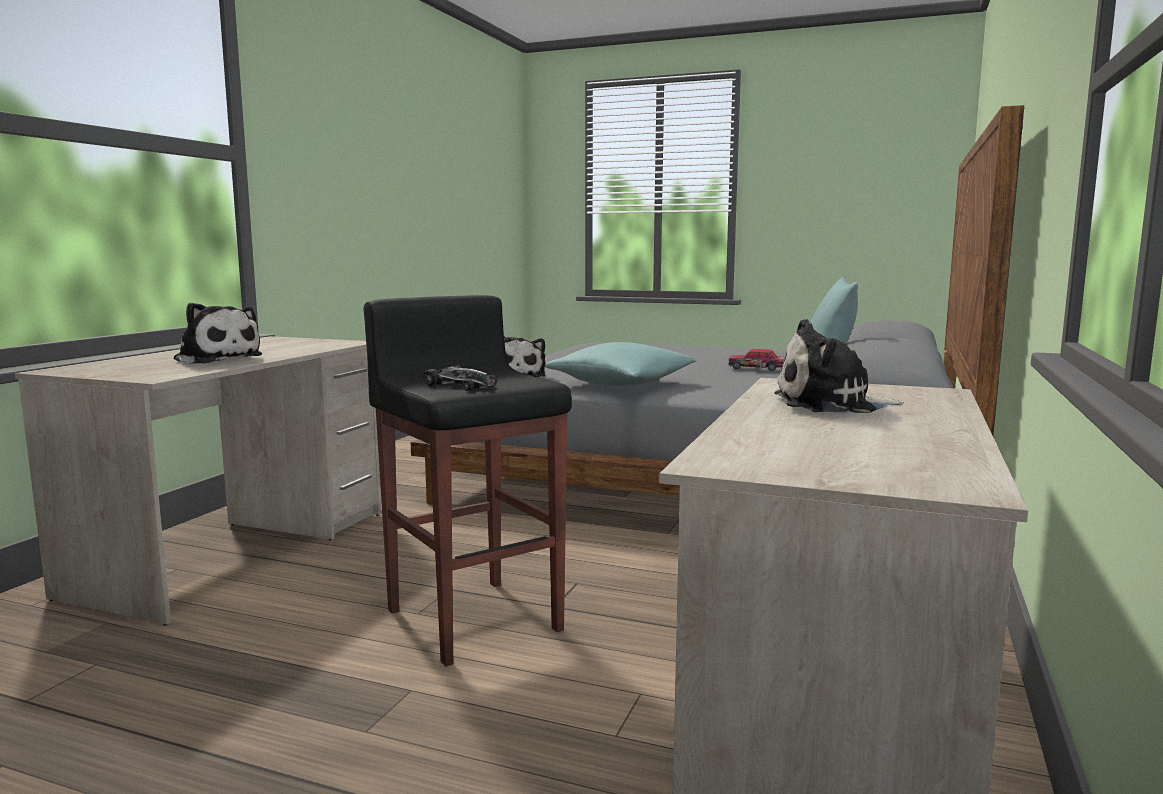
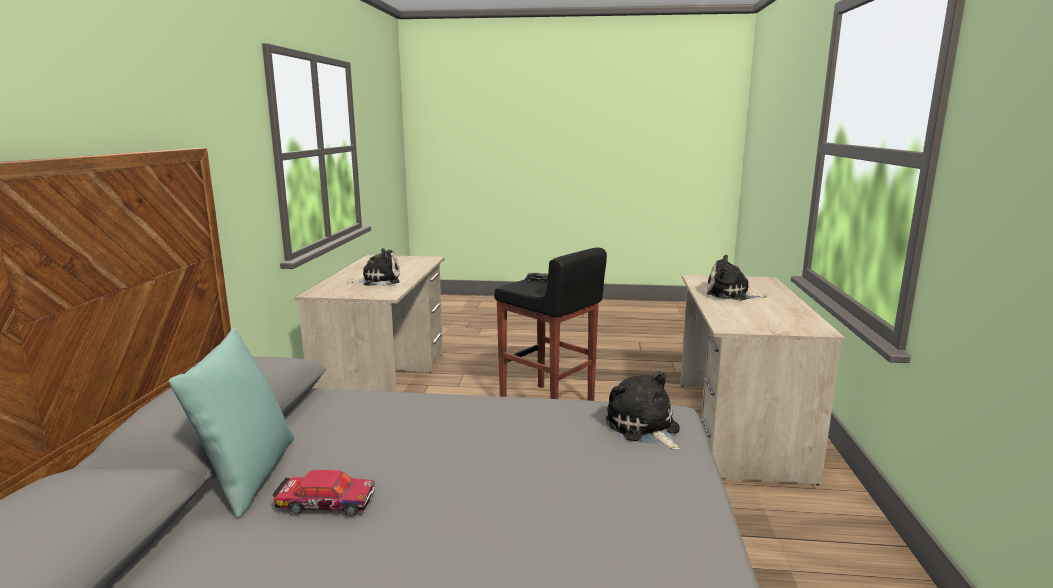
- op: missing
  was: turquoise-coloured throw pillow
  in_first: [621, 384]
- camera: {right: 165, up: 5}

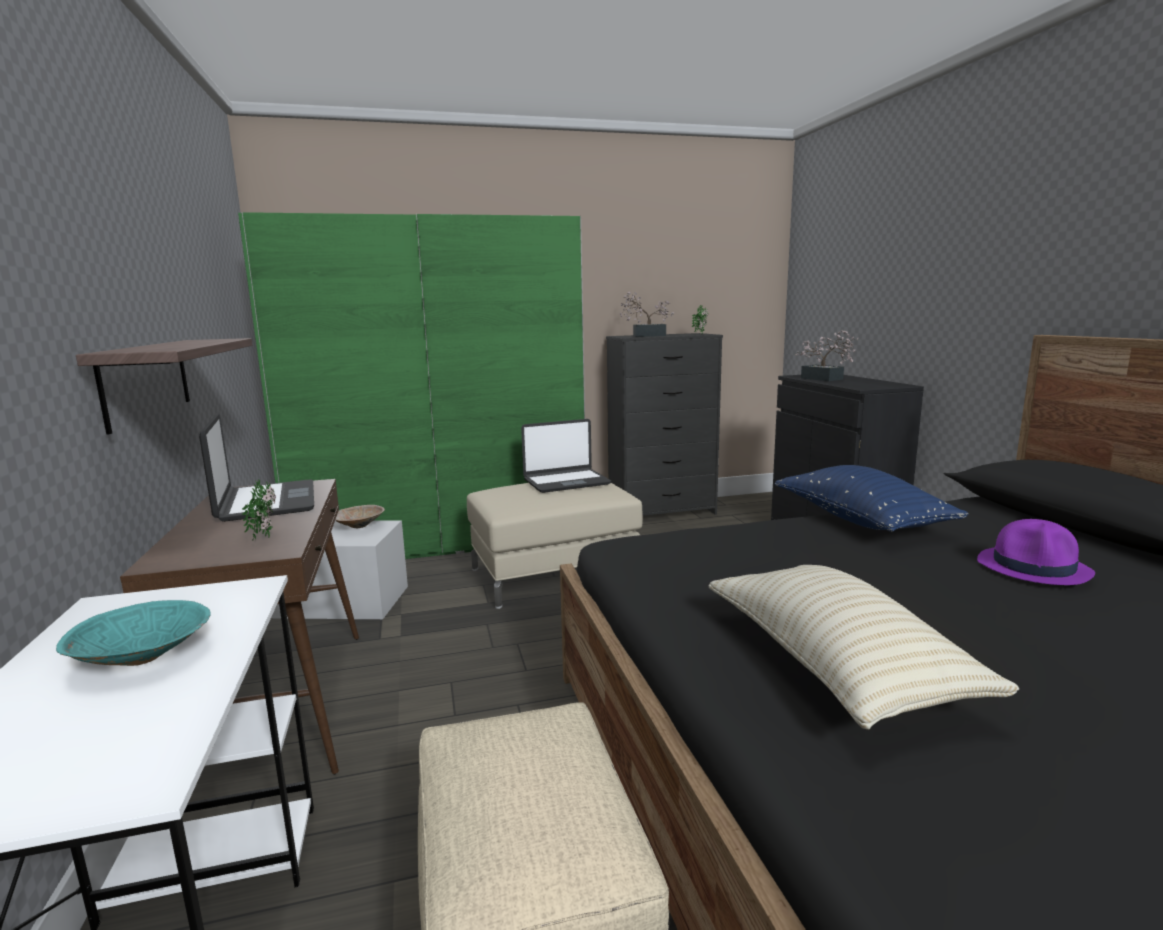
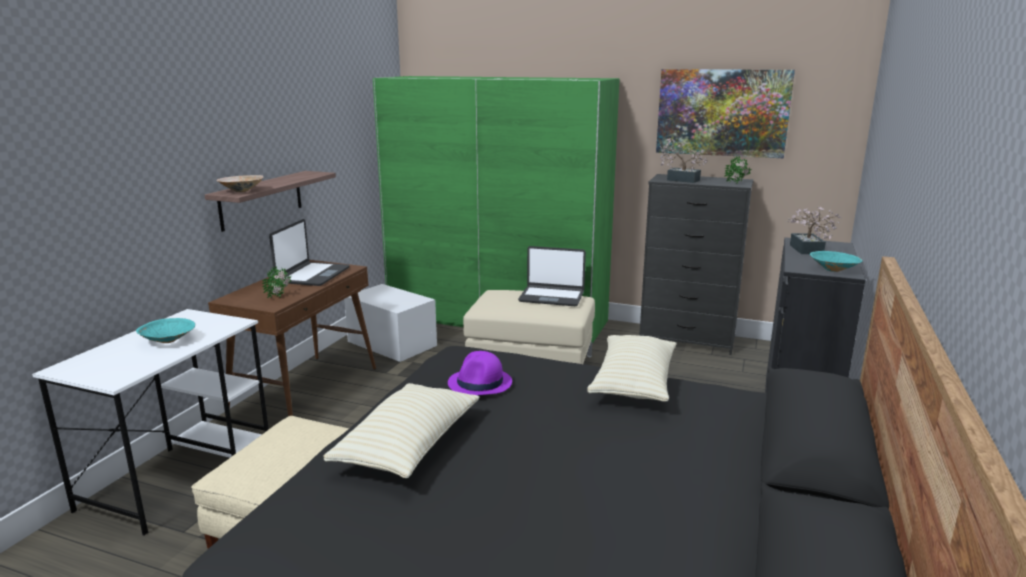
- op: relocated
  was: beige deep dish
  in_first: [358, 526]
  in_second: [241, 191]
- op: colour
  was: bluish throw pillow
  now: beige throw pillow
  in_first: [860, 521]
  in_second: [633, 383]
- op: relocated
  was: purple hat
  in_first: [1034, 567]
  in_second: [480, 383]
- op: appeared
  now: wall art
  in_second: [722, 112]
- op: appeared
  now: turquoise-coloured deep dish
  in_second: [834, 270]
- camera: {right: 35, up: 5}

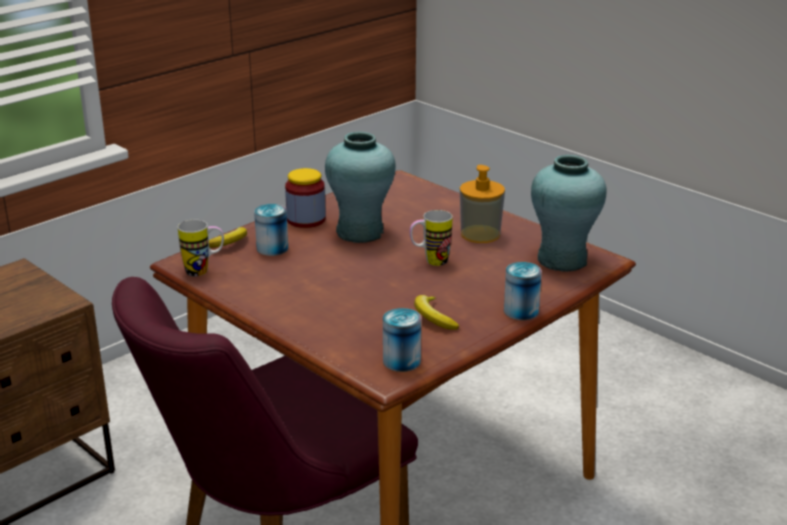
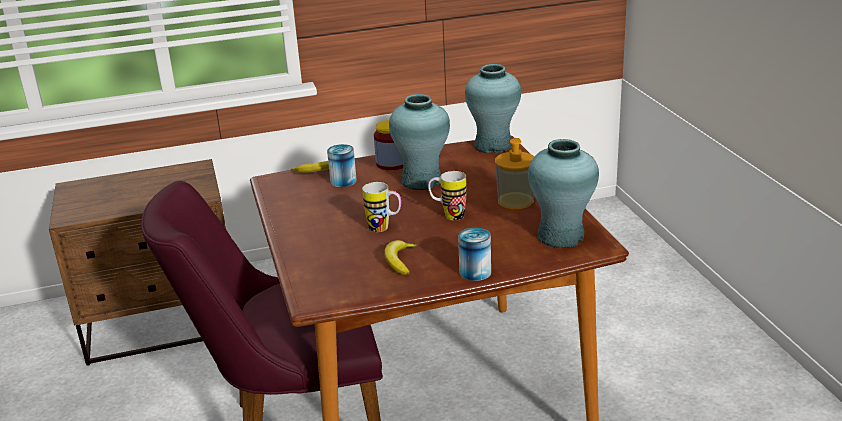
- op: relocated
  was: tea mug
  in_first: [204, 271]
  in_second: [384, 228]
- op: missing
  was: can
  in_first: [401, 361]
- op: appeared
  now: turquoise-coloured vase
  in_second: [493, 145]
- camera: {right: 30, up: 0}

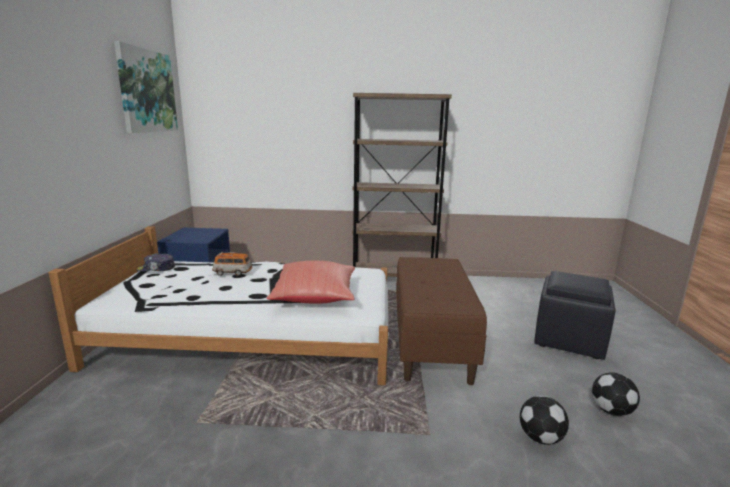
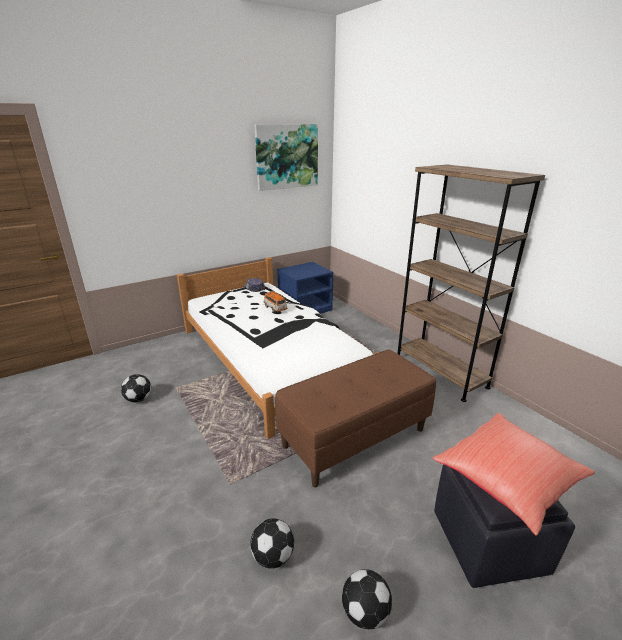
- op: relocated
  was: red throw pillow
  in_first: [315, 297]
  in_second: [508, 481]
- op: appeared
  now: football ball
  in_second: [138, 399]
- camera: {right: 55, up: 10}

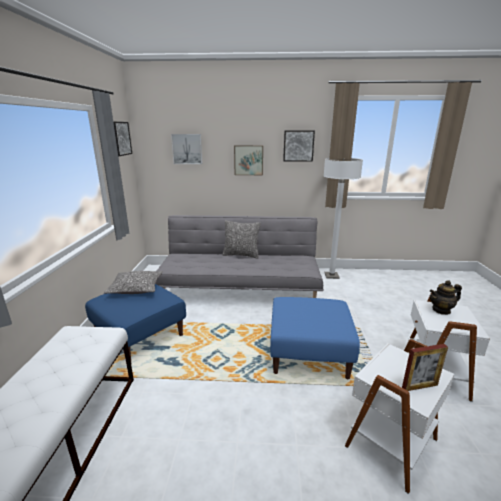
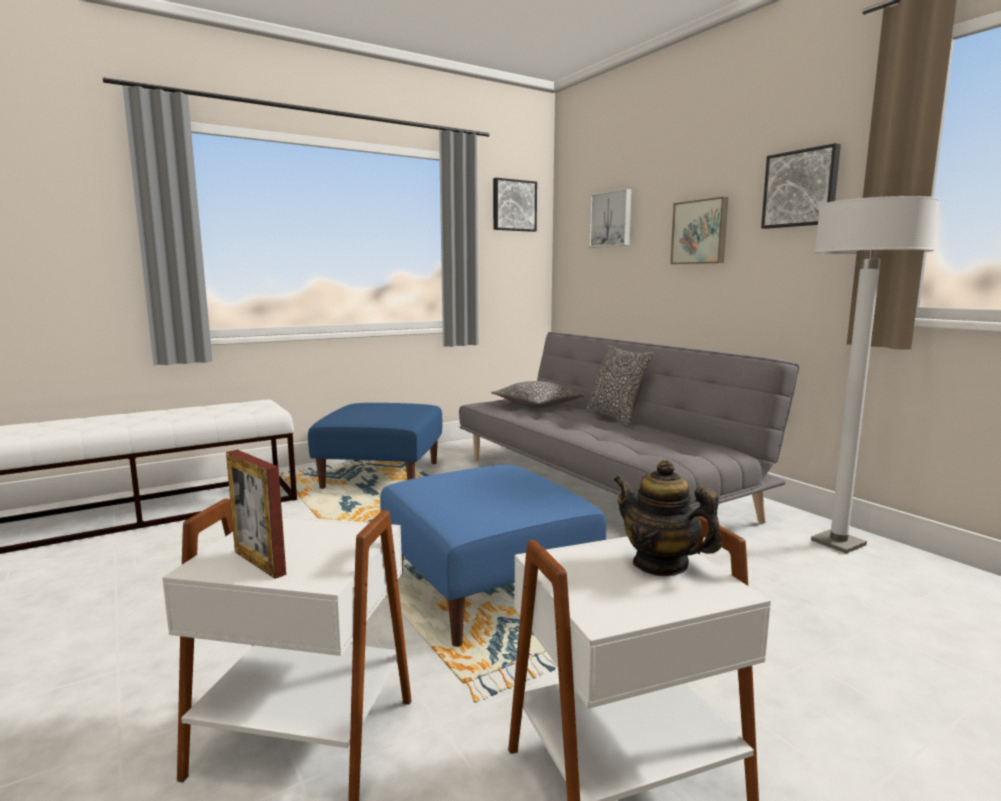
- op: relocated
  was: throw pillow
  in_first: [136, 288]
  in_second: [538, 405]
- camera: {right: 55, up: -10}

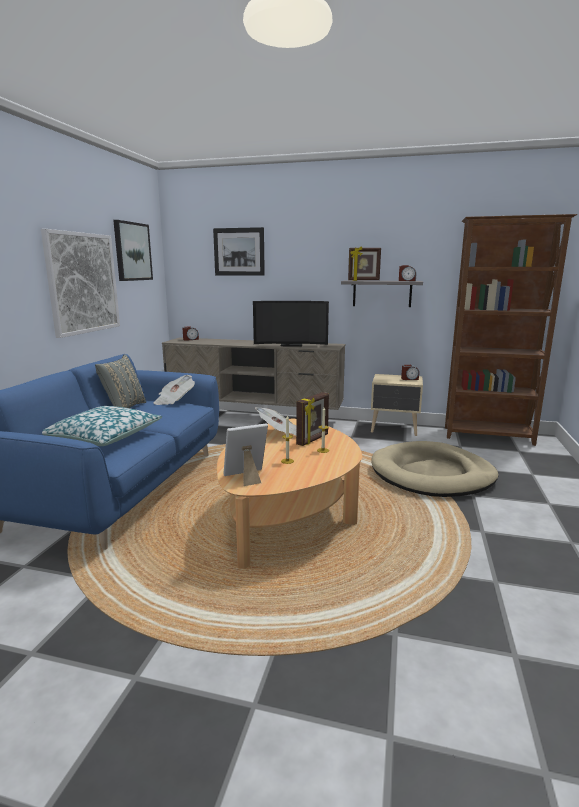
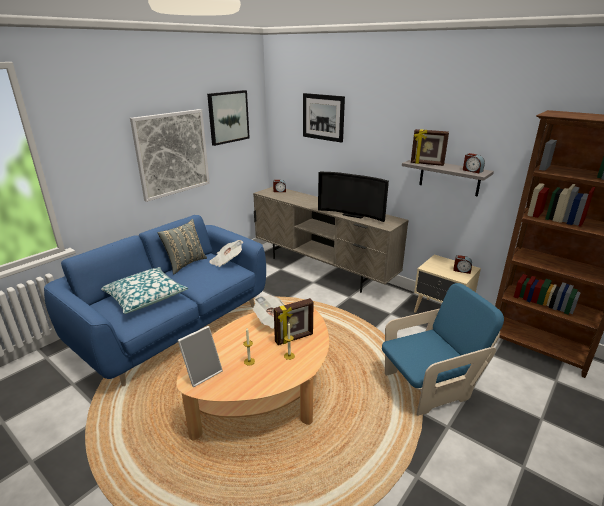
- op: spun
  was: photo frame
  in_first: [246, 477]
  in_second: [202, 373]
  clockwise: 135
- op: exchanged
  was: beige pet bed
  now: bluish lounge chair
  in_first: [432, 474]
  in_second: [429, 385]
- camera: {right: 25, up: 10}

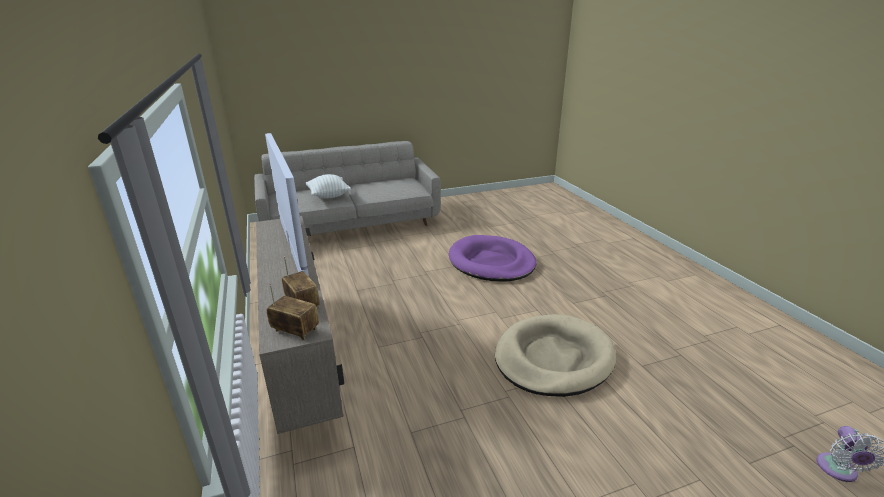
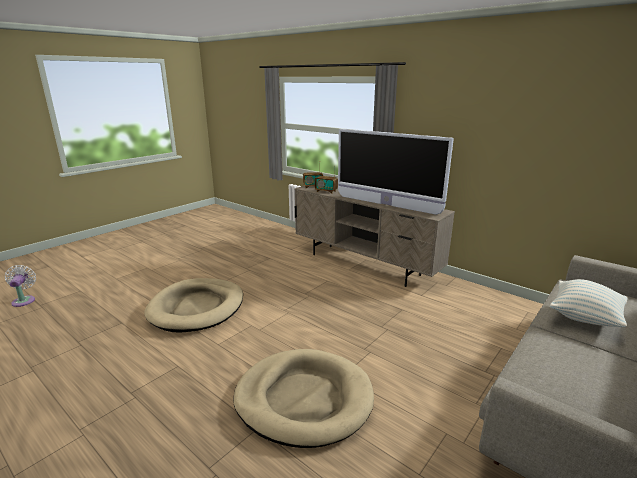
- op: colour
  was: purple pet bed
  now: beige pet bed
  in_first: [491, 262]
  in_second: [304, 399]
- camera: {right: 150, up: -5}

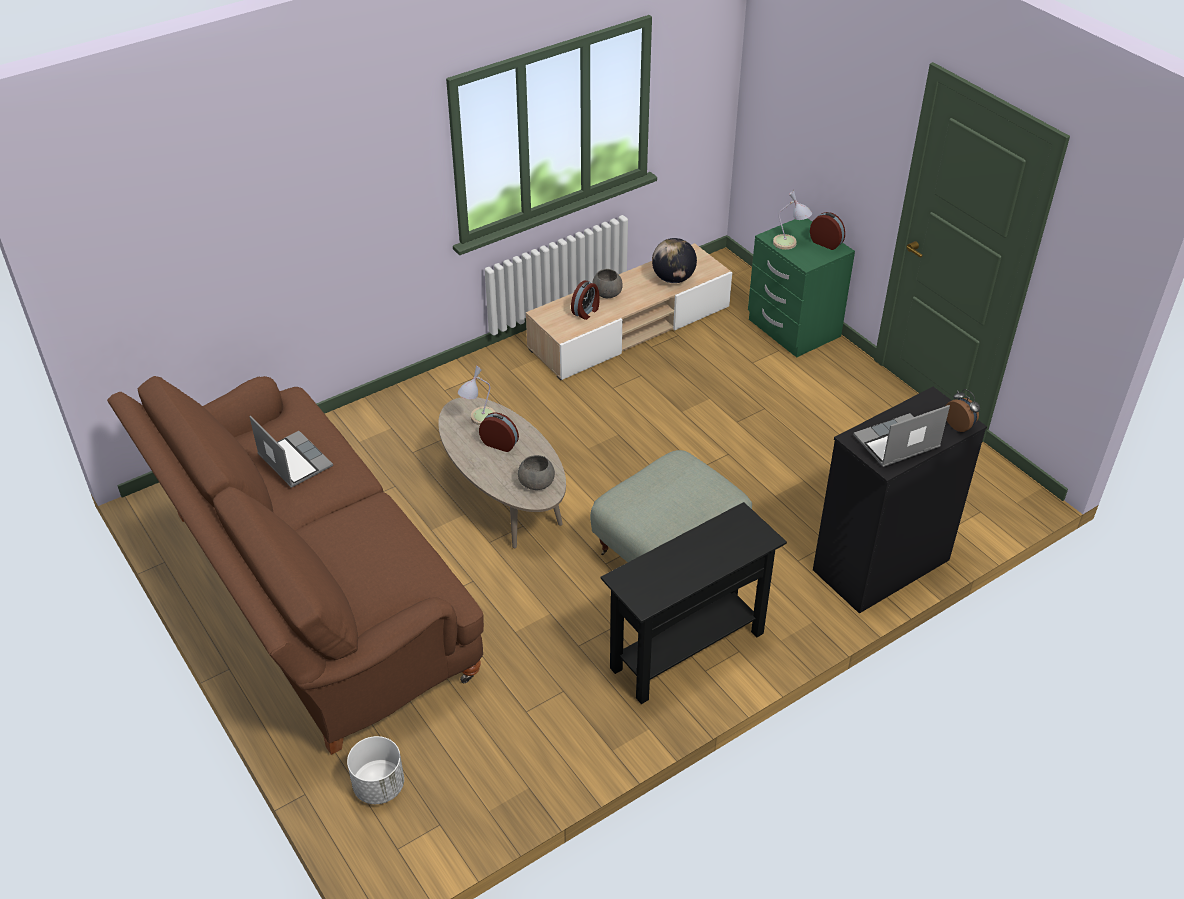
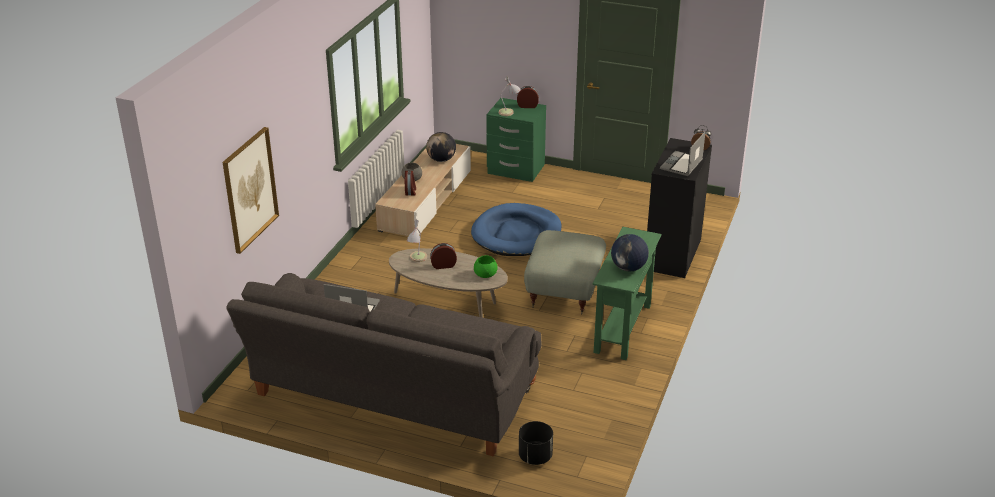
- op: colour
  was: brownish settee
  now: grey settee
  in_first: [310, 597]
  in_second: [392, 396]
- op: colour
  was: white flower pot
  now: black-coloured flower pot
  in_first: [379, 785]
  in_second: [535, 456]
- op: colour
  was: grey deep dish
  now: green deep dish
  in_first: [535, 482]
  in_second: [485, 274]
- op: colour
  was: black-coloured hall table
  now: green hall table
  in_first: [687, 650]
  in_second: [622, 328]
- op: appeared
  now: wall art
  in_second: [250, 189]
- op: appeared
  now: bluish pet bed
  in_second: [516, 234]
- op: appeared
  now: world globe
  in_second: [628, 268]
- camera: {right: -35, up: -10}

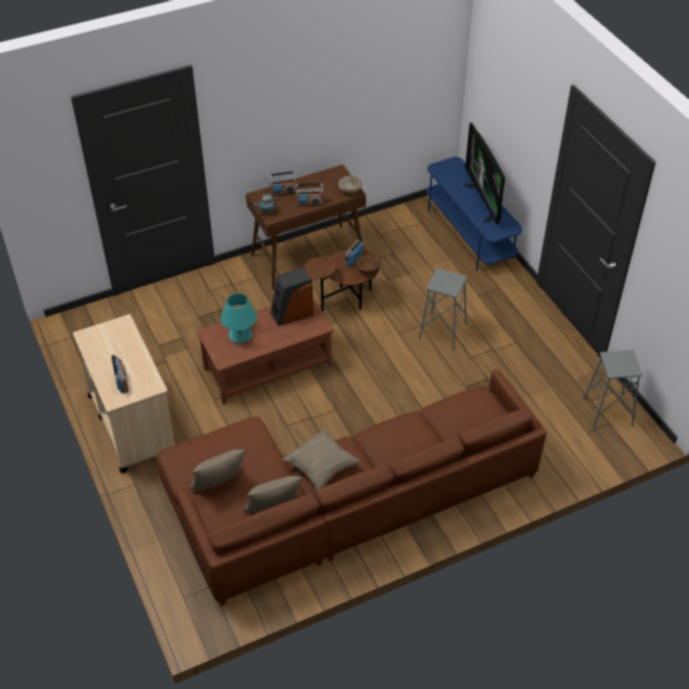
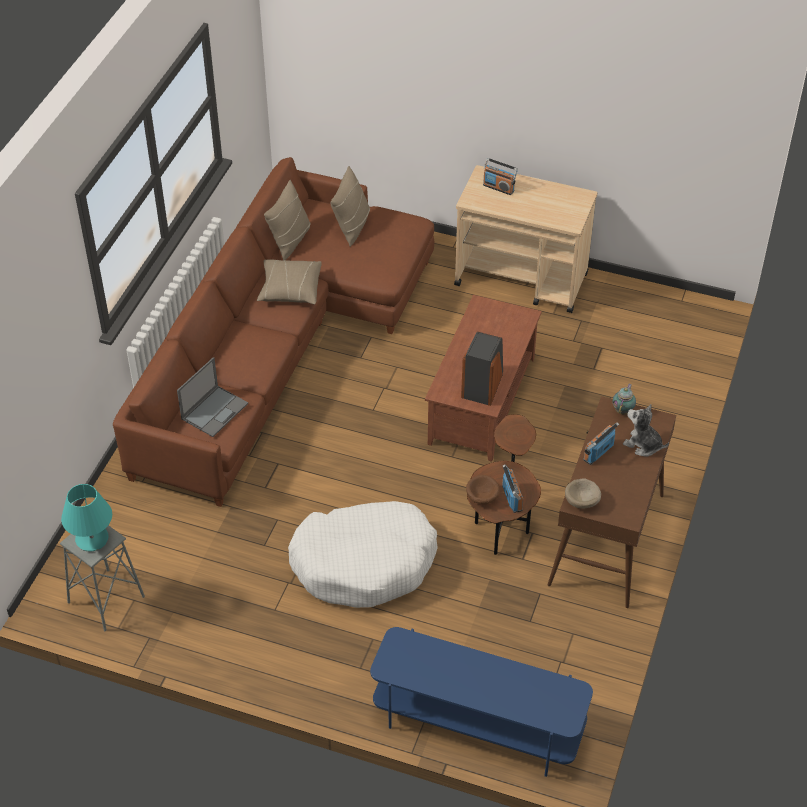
- op: relocated
  was: turquoise-coloured table lamp
  in_first: [240, 335]
  in_second: [92, 539]
- op: exchanged
  was: radio
  now: soft toy
  in_first: [283, 192]
  in_second: [643, 445]
- op: exchanged
  was: grey stool seat
  now: white pet bed
  in_first: [442, 331]
  in_second: [364, 563]
- op: missing
  was: TV set
  in_first: [484, 201]
- op: appeared
  now: portable computer
  in_second: [215, 410]
- camera: {right: 135, up: 0}

